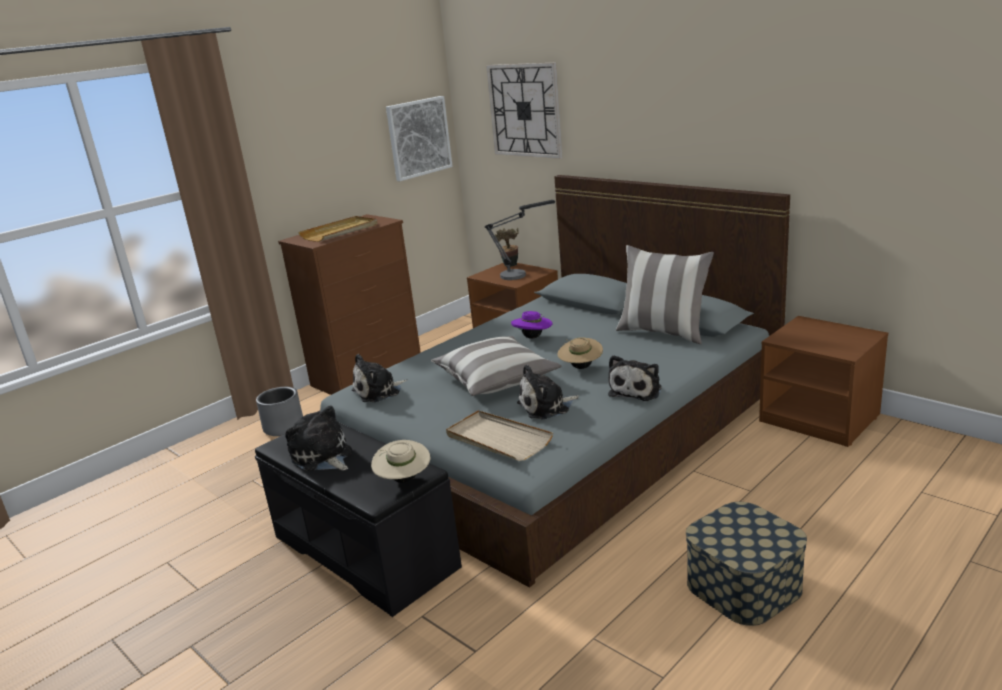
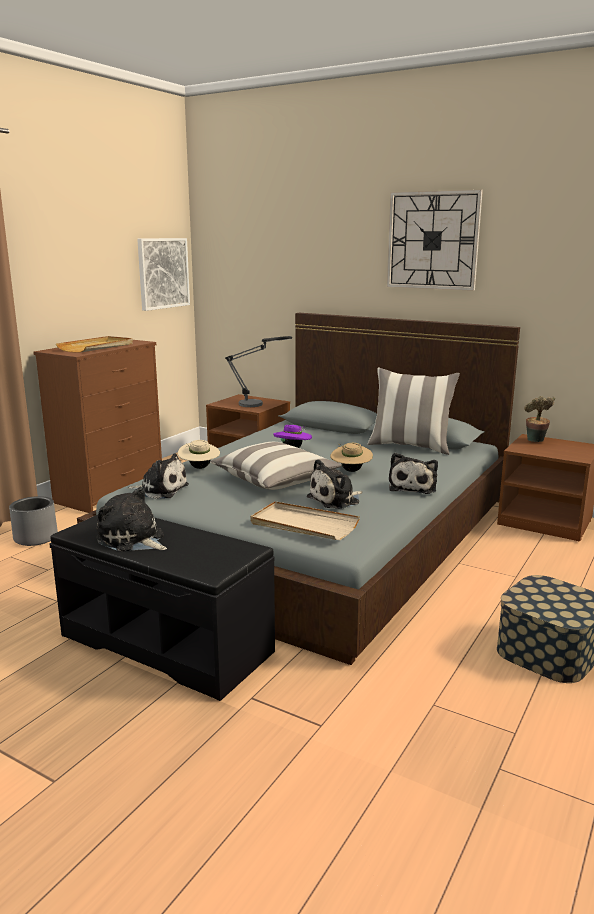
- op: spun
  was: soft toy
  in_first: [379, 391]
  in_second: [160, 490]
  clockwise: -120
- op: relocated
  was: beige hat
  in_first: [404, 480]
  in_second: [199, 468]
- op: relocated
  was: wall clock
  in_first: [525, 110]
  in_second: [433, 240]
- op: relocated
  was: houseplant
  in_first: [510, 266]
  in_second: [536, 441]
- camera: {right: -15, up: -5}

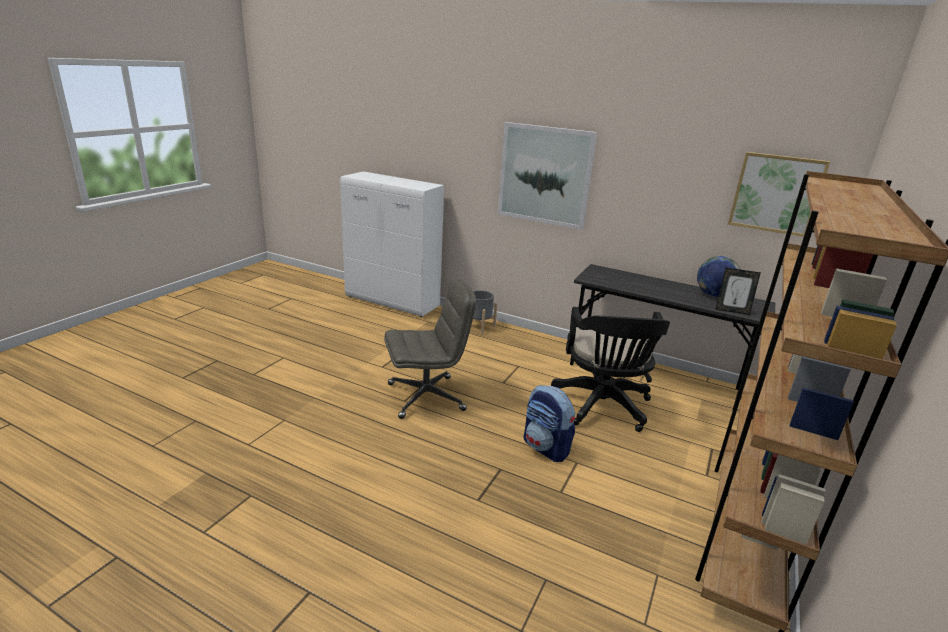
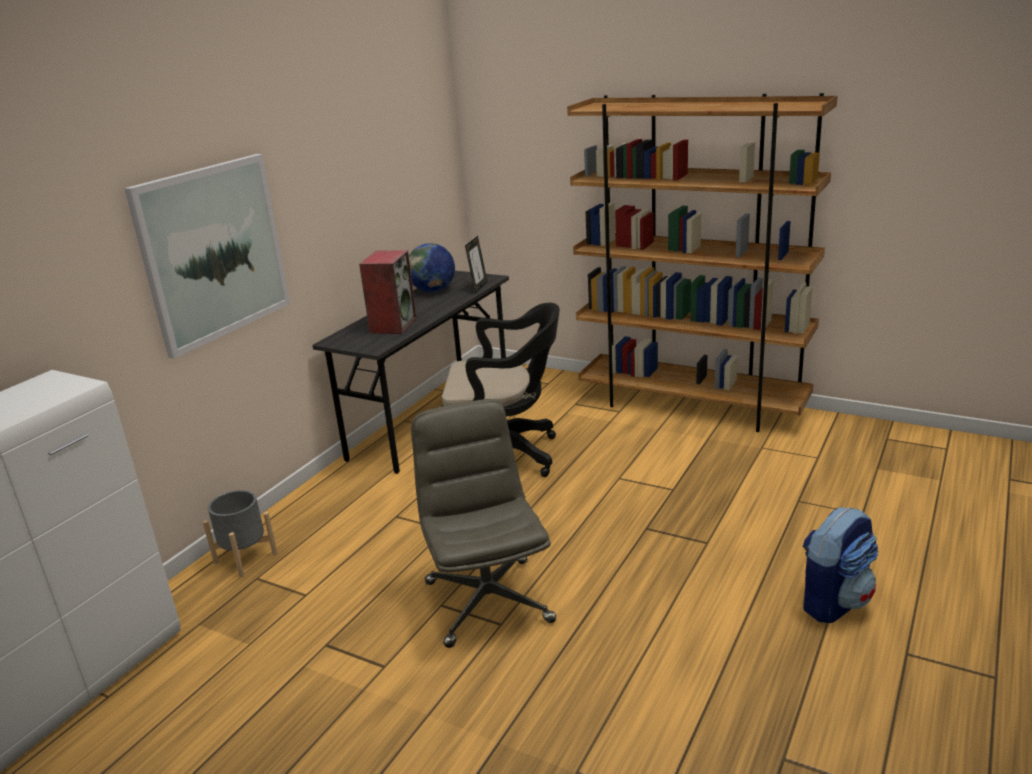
- op: relocated
  was: rucksack
  in_first: [546, 448]
  in_second: [834, 602]
- op: missing
  was: wall art
  in_first: [776, 193]
- op: appeared
  now: speaker
  in_second: [393, 325]
- camera: {right: -85, up: 0}

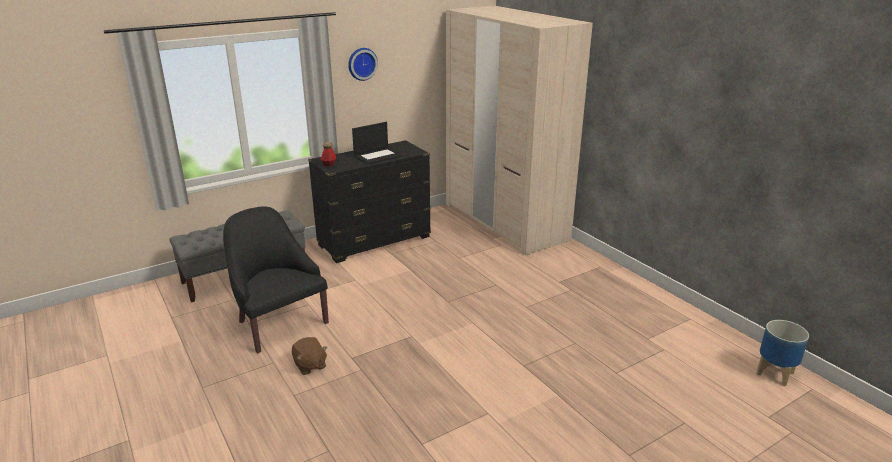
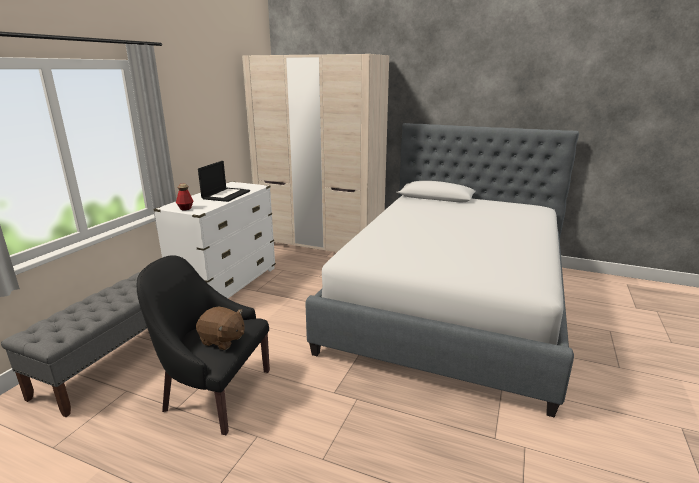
- op: relocated
  was: brownish soft toy
  in_first: [310, 365]
  in_second: [222, 340]
- op: colour
  was: black-coloured dresser
  now: white dresser
  in_first: [374, 241]
  in_second: [227, 286]
- op: missing
  was: wall clock
  in_first: [361, 63]
- op: missing
  was: flower pot
  in_first: [775, 374]
- op: appeared
  now: bed
  in_second: [452, 304]
- camera: {right: -35, up: -5}

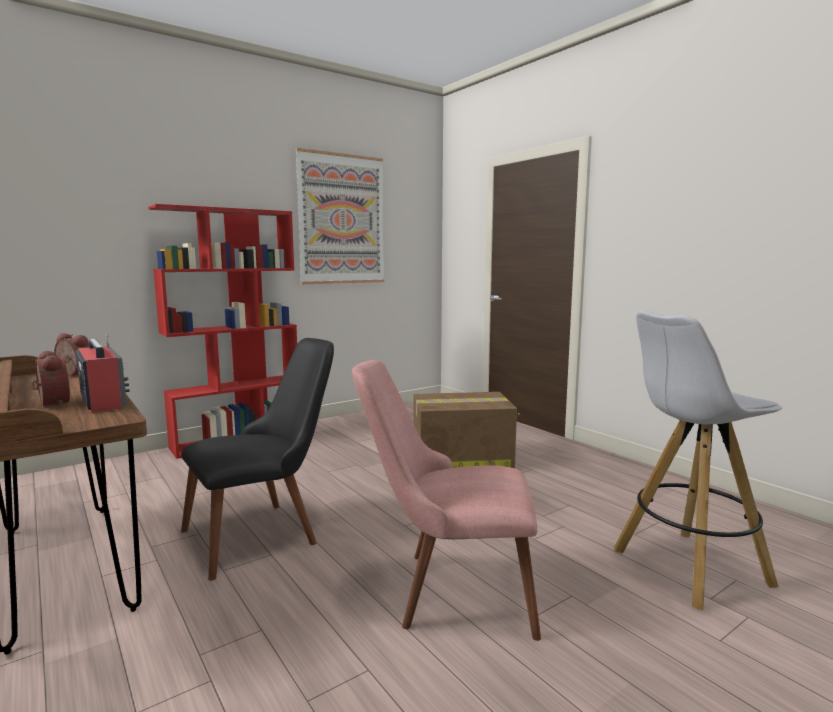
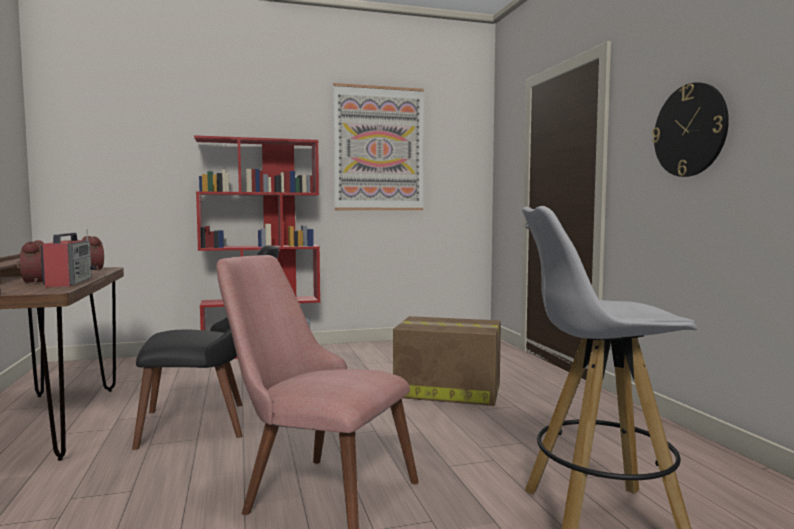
- op: appeared
  now: wall clock
  in_second: [690, 130]
- camera: {right: 20, up: -5}

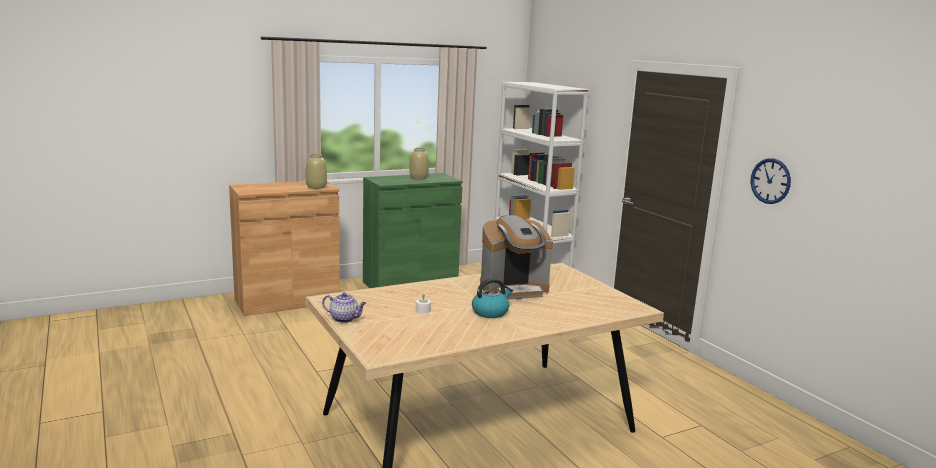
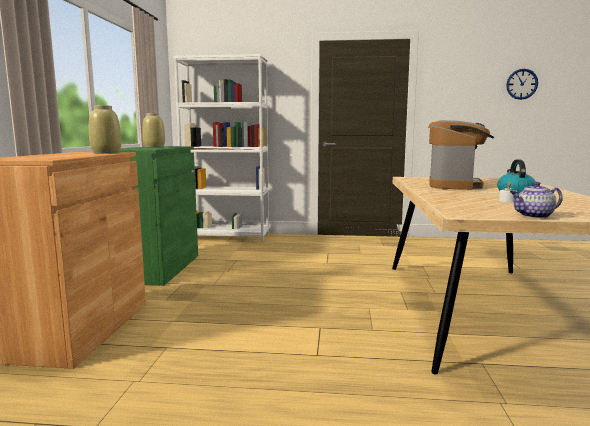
- op: spun
  was: tea pot
  in_first: [345, 319]
  in_second: [533, 216]
  clockwise: -150
- op: relocated
  was: wall clock
  in_first: [770, 181]
  in_second: [521, 84]
- camera: {right: -55, up: -5}

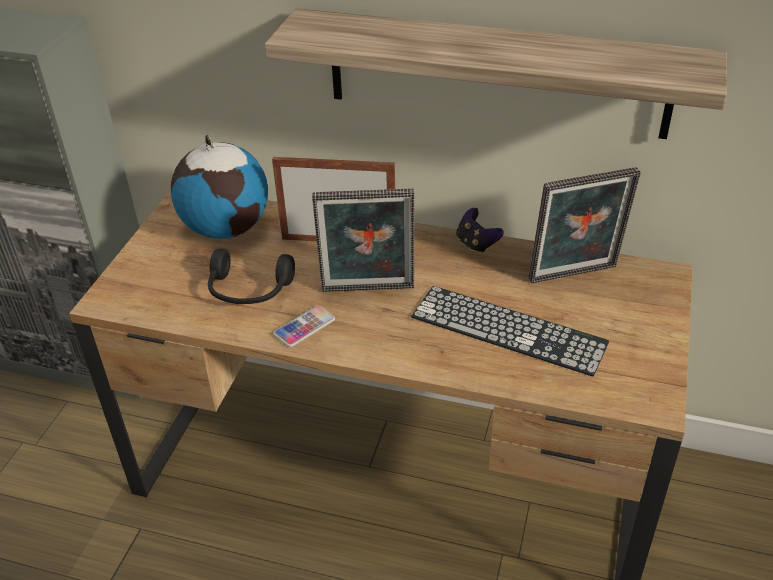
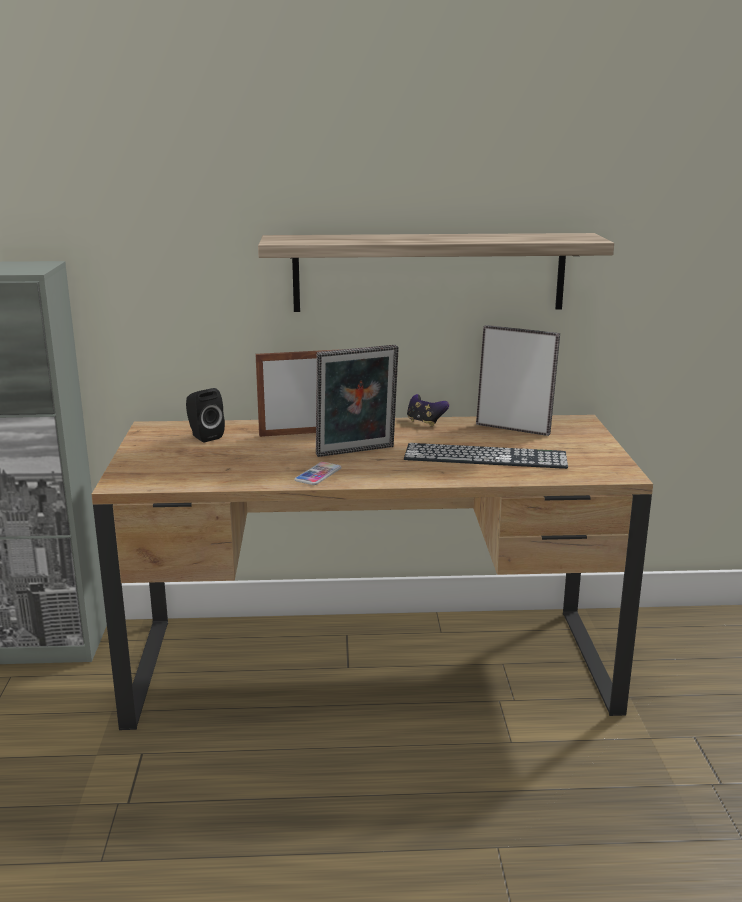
- op: exchanged
  was: world globe
  now: black-coloured speaker
  in_first: [226, 228]
  in_second: [204, 436]
- op: missing
  was: black-coloured headset
  in_first: [248, 291]
- op: spun
  was: photo frame
  in_first: [574, 276]
  in_second: [514, 428]
  clockwise: -120
- camera: {right: -20, up: -20}

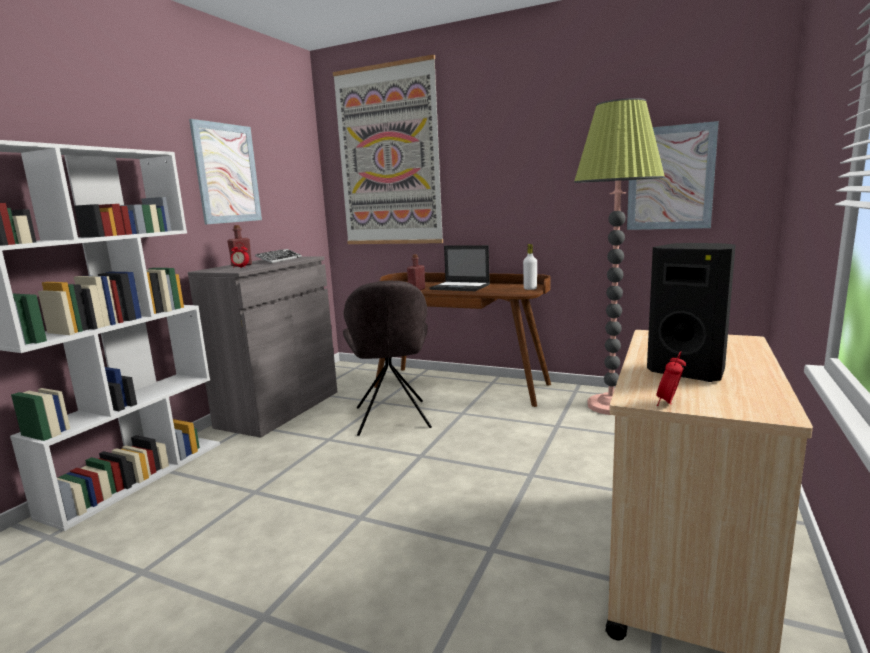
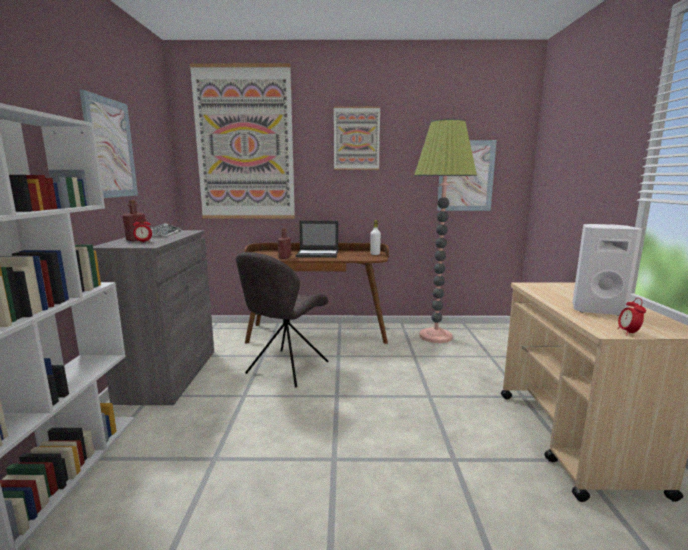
- op: spun
  was: grey plain chair
  in_first: [392, 419]
  in_second: [285, 369]
  clockwise: 60
- op: colour
  was: black-coloured speaker
  now: white speaker
  in_first: [688, 371]
  in_second: [596, 309]
- op: appeared
  now: wall art
  in_second: [356, 138]
- camera: {right: -25, up: 0}

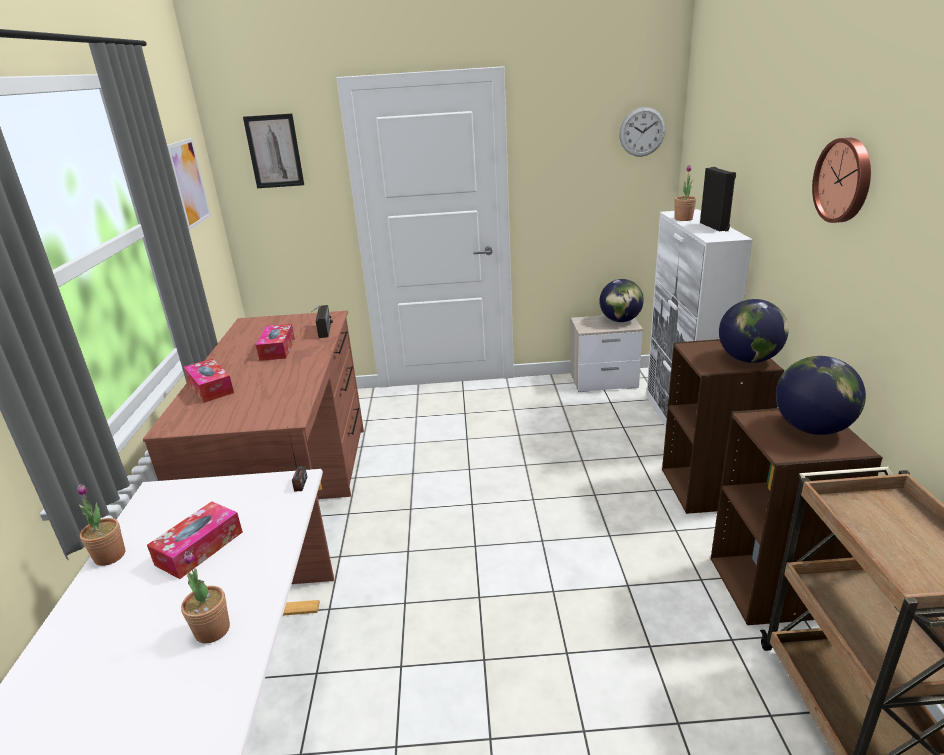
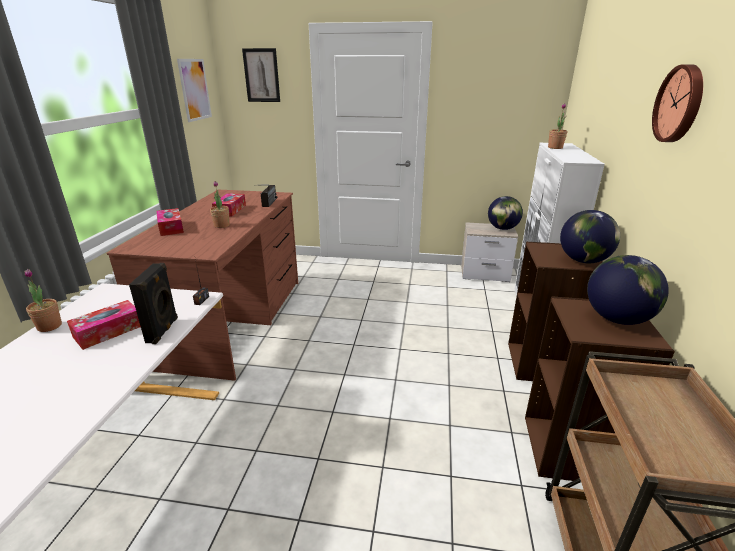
- op: relocated
  was: houseplant
  in_first: [212, 630]
  in_second: [222, 225]
- op: missing
  was: wall clock
  in_first: [642, 132]
- op: relocated
  was: black-coloured speaker
  in_first: [715, 226]
  in_second: [163, 330]
- camera: {right: 10, up: 0}

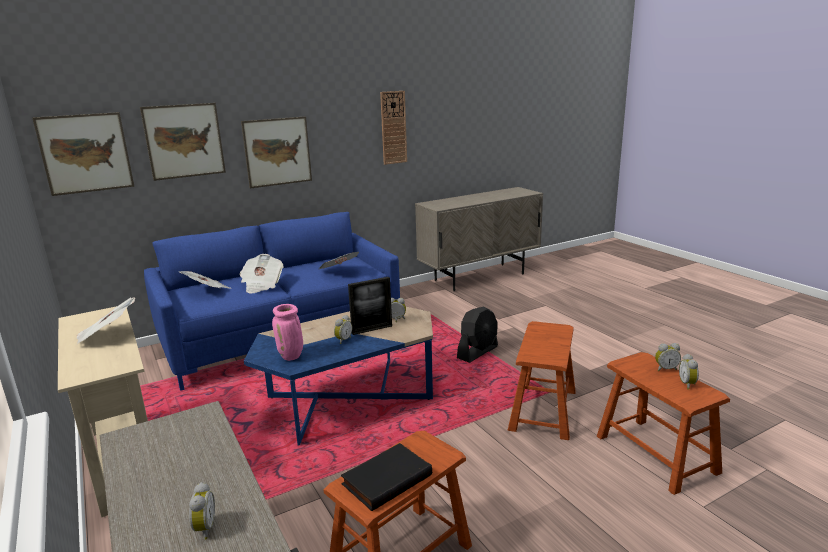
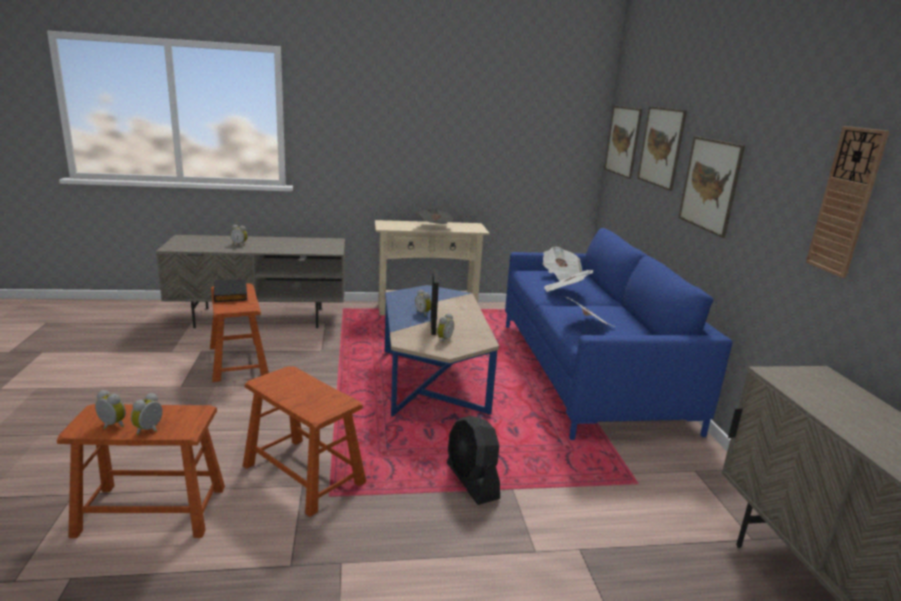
- op: missing
  was: pinkish vase
  in_first: [291, 356]
- camera: {right: 110, up: 0}

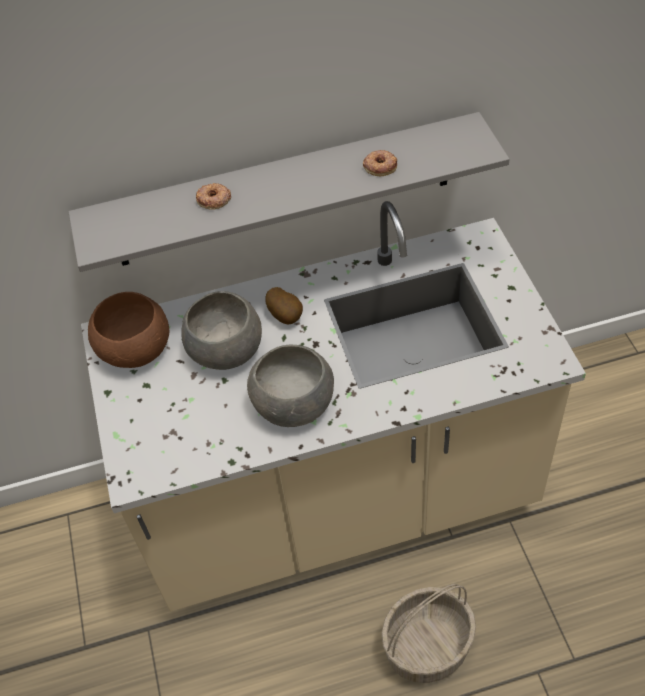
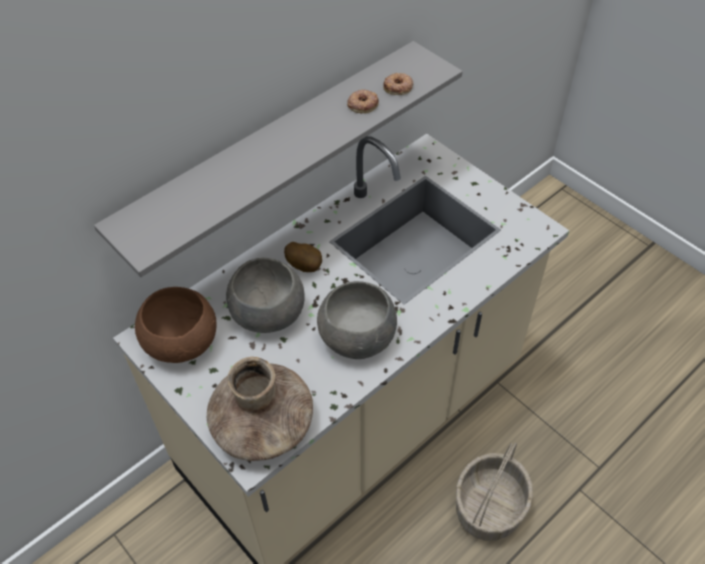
- op: relocated
  was: donut
  in_first: [214, 199]
  in_second: [398, 87]
- op: appeared
  now: brownish vase
  in_second: [263, 425]
- camera: {right: -30, up: 0}

